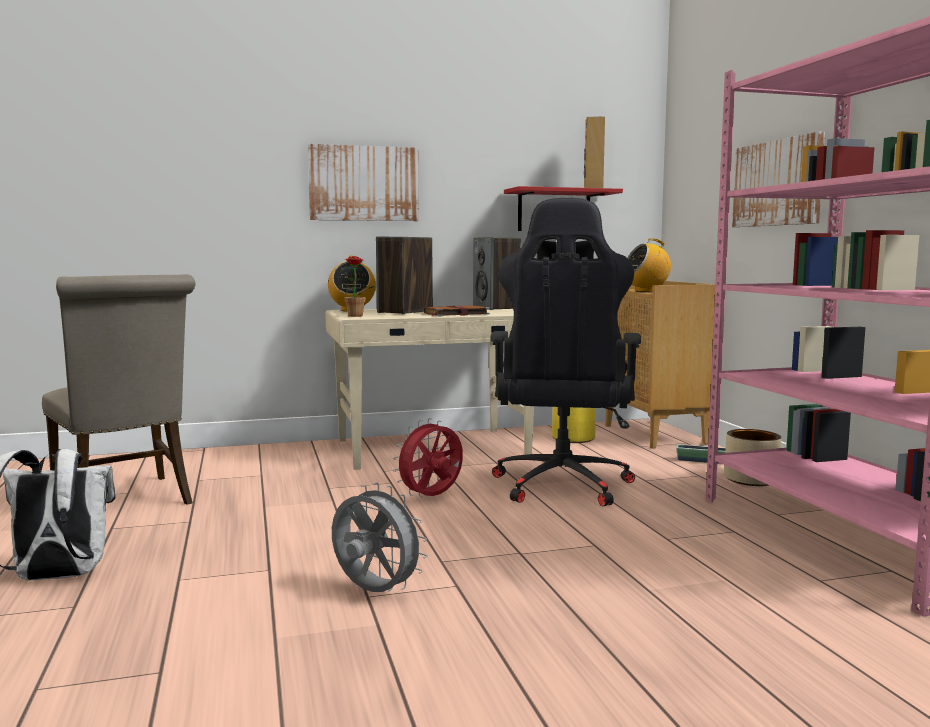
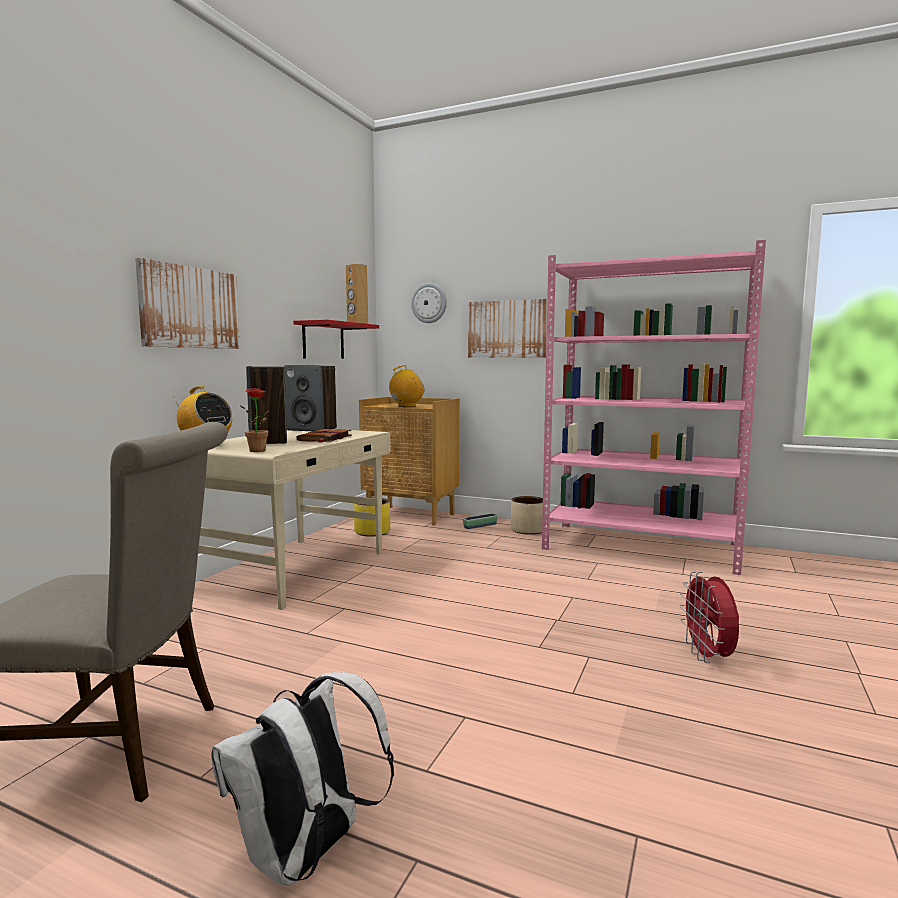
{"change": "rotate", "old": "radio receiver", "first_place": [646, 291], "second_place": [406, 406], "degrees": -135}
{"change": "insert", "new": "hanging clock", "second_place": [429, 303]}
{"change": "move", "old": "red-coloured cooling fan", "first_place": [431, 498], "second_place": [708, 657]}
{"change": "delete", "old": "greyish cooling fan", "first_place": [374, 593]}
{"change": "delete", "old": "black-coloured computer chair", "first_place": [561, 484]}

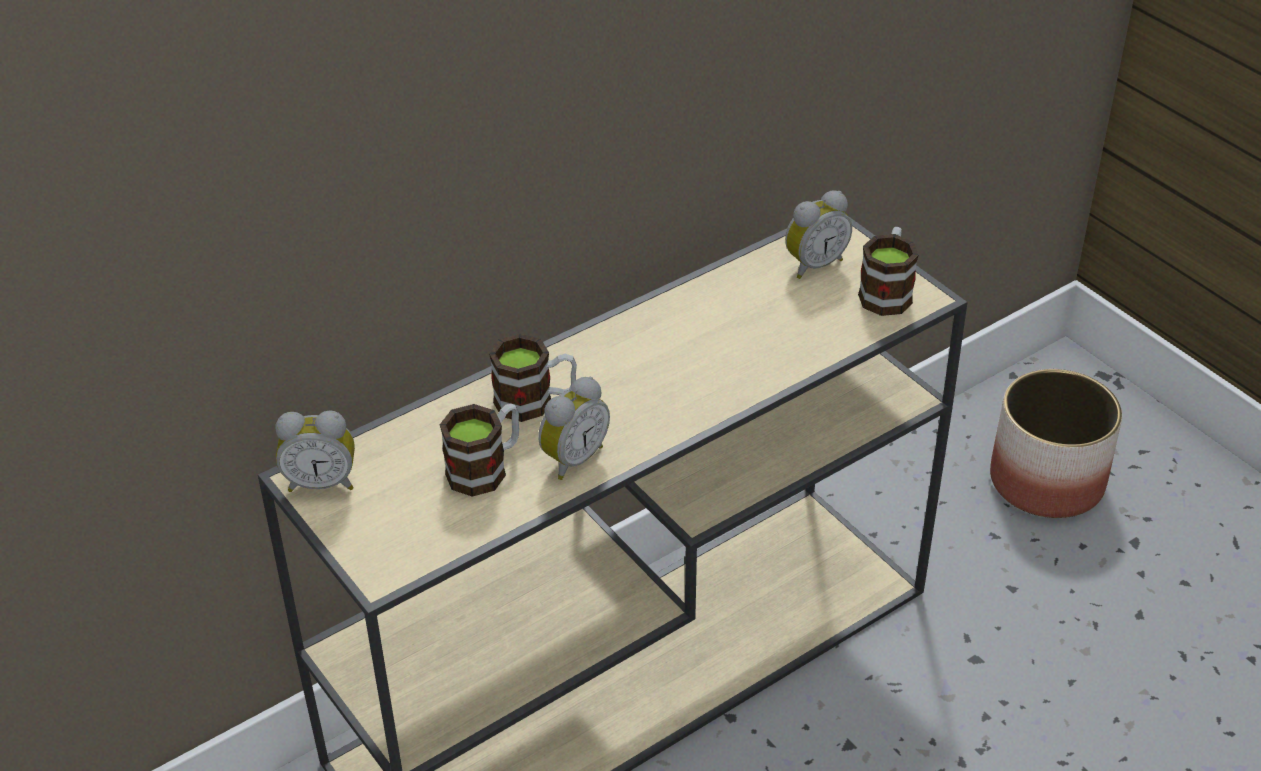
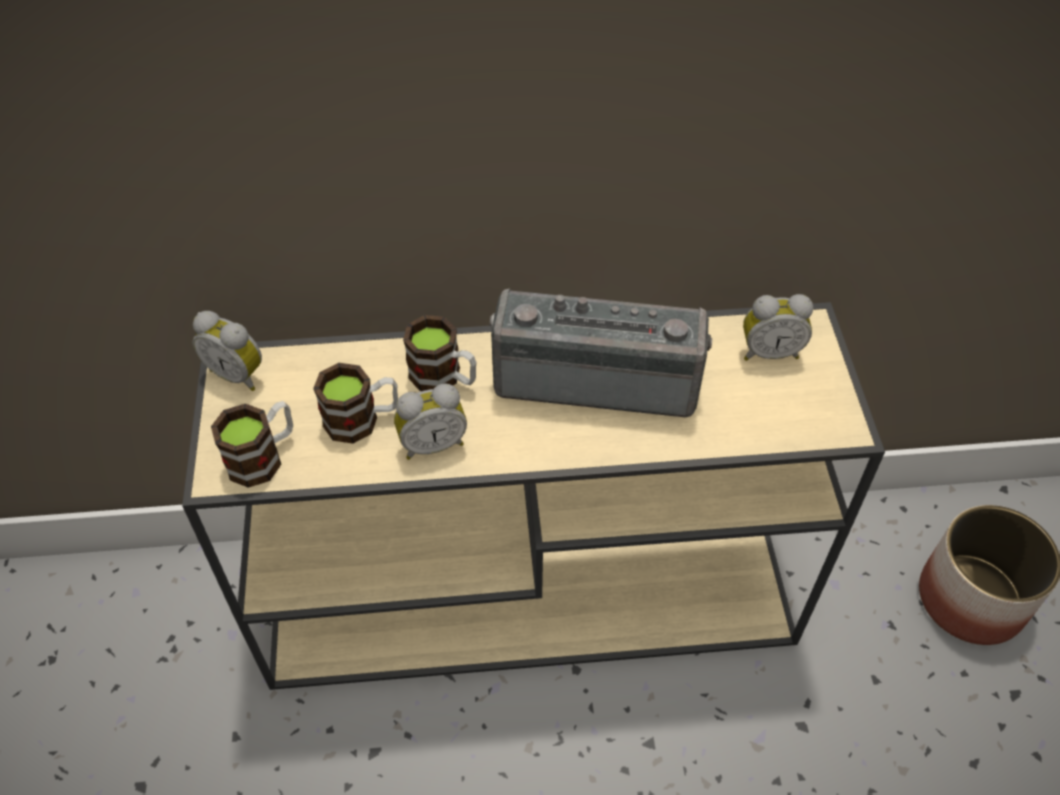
{"change": "move", "old": "tea mug", "first_place": [887, 291], "second_place": [263, 456]}
{"change": "insert", "new": "radio receiver", "second_place": [597, 377]}

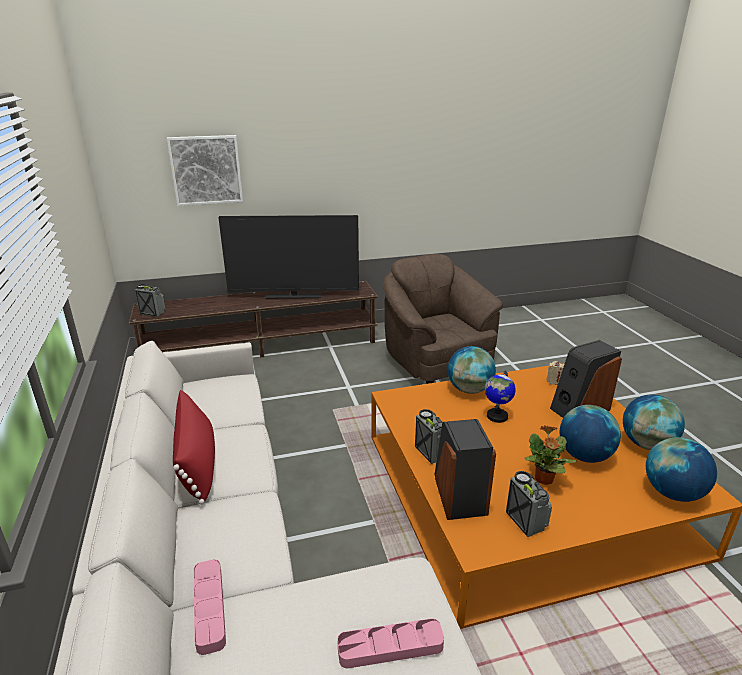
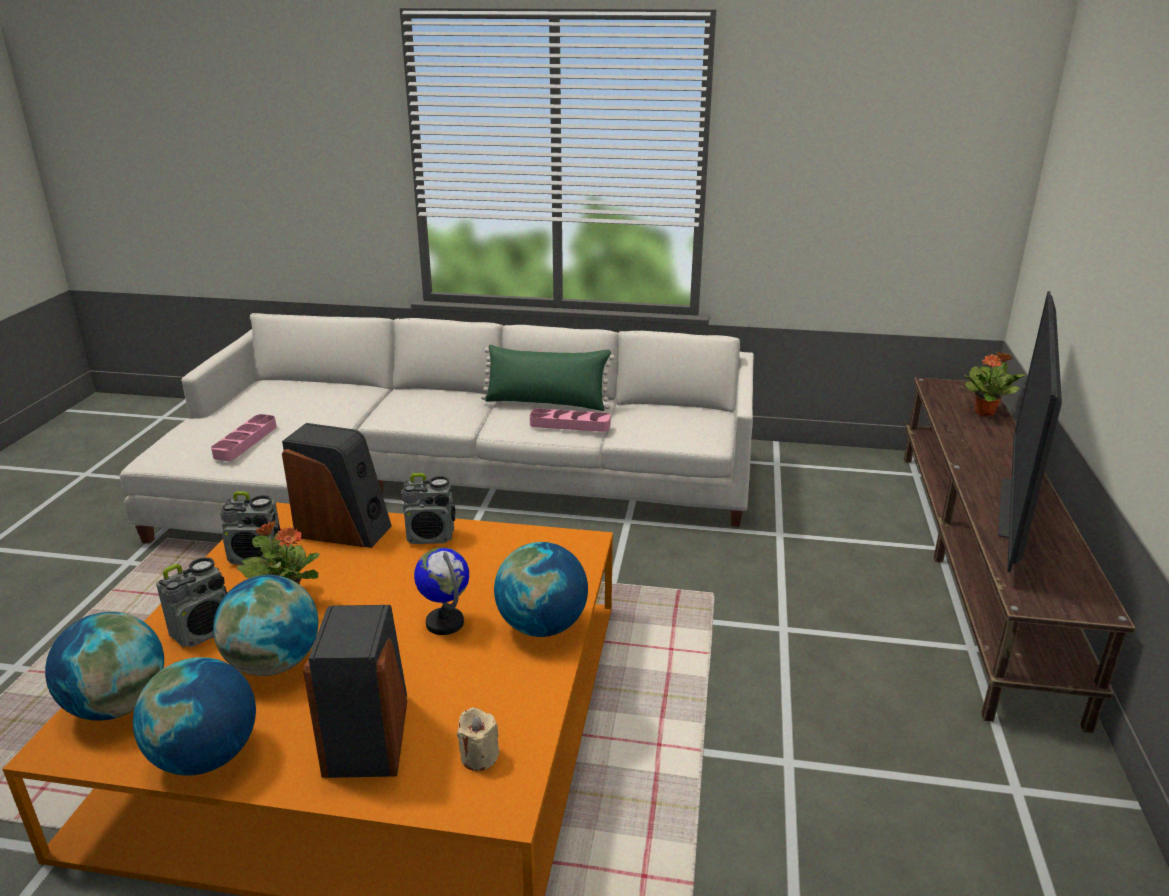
{"change": "move", "old": "radio receiver", "first_place": [152, 312], "second_place": [203, 631]}
{"change": "recolor", "old": "red-coloured pillow", "new": "green pillow", "first_place": [198, 463], "second_place": [546, 403]}
{"change": "move", "old": "pink-coloured serving tray", "first_place": [209, 608], "second_place": [570, 424]}
{"change": "insert", "new": "plant in a pot", "second_place": [985, 412]}
{"change": "delete", "old": "wall art", "first_place": [206, 170]}
{"change": "delete", "old": "brown easy chair", "first_place": [436, 361]}

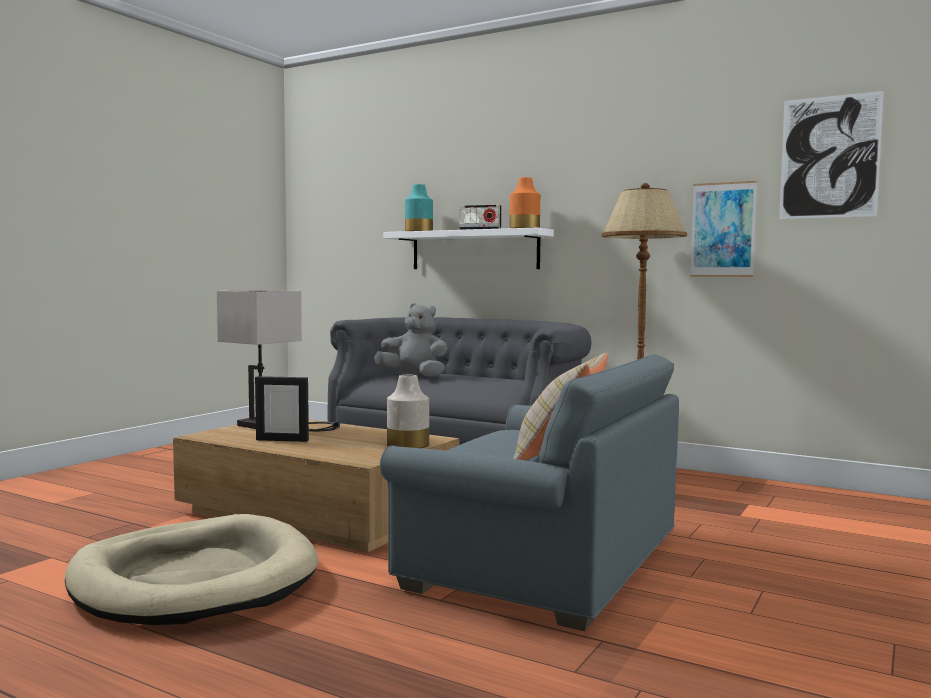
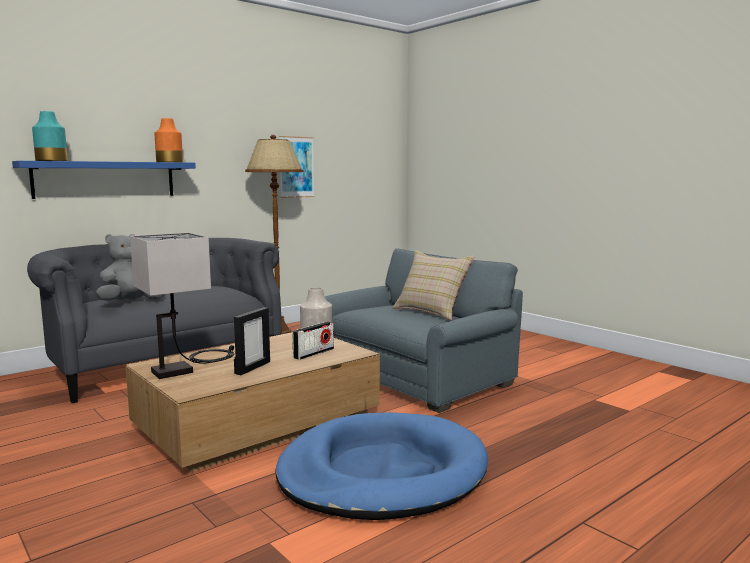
{"change": "recolor", "old": "white bracket shelf", "new": "bluish bracket shelf", "first_place": [474, 250], "second_place": [105, 179]}
{"change": "recolor", "old": "beige dog cushion", "new": "bluish dog cushion", "first_place": [194, 579], "second_place": [382, 472]}
{"change": "move", "old": "radio receiver", "first_place": [480, 229], "second_place": [314, 353]}
{"change": "delete", "old": "wall art", "first_place": [829, 157]}

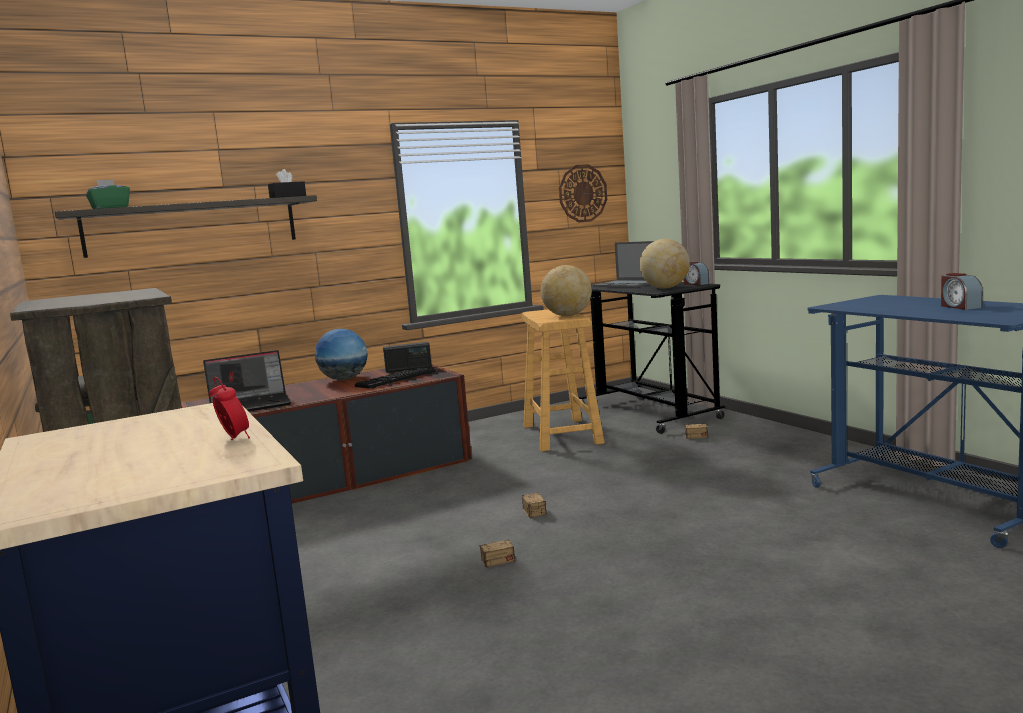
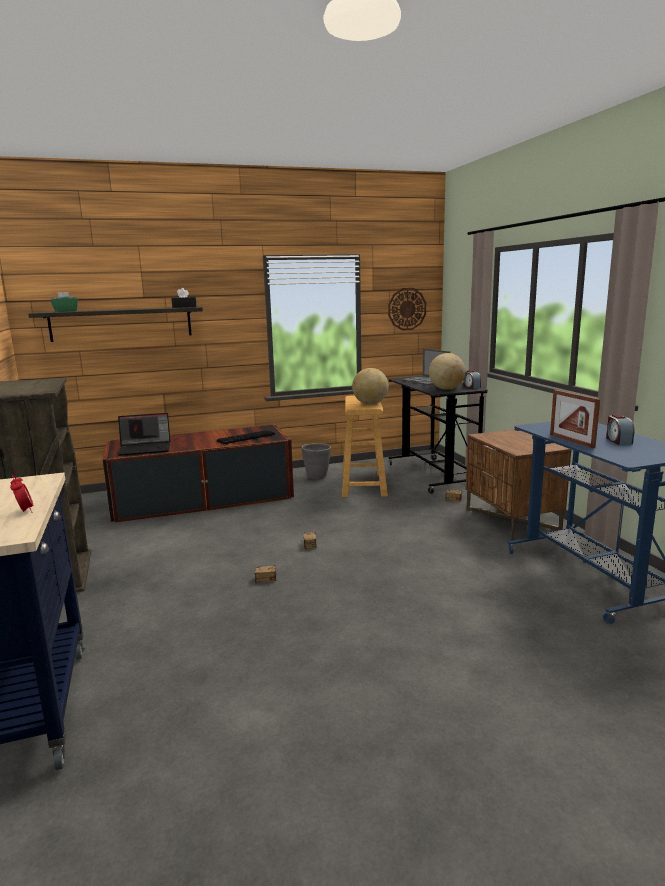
{"change": "insert", "new": "greyish flower pot", "second_place": [317, 477]}
{"change": "insert", "new": "brown nightstand", "second_place": [512, 521]}
{"change": "insert", "new": "picture frame", "second_place": [571, 441]}
{"change": "delete", "old": "desk globe", "first_place": [344, 379]}
{"change": "delete", "old": "radio receiver", "first_place": [408, 369]}

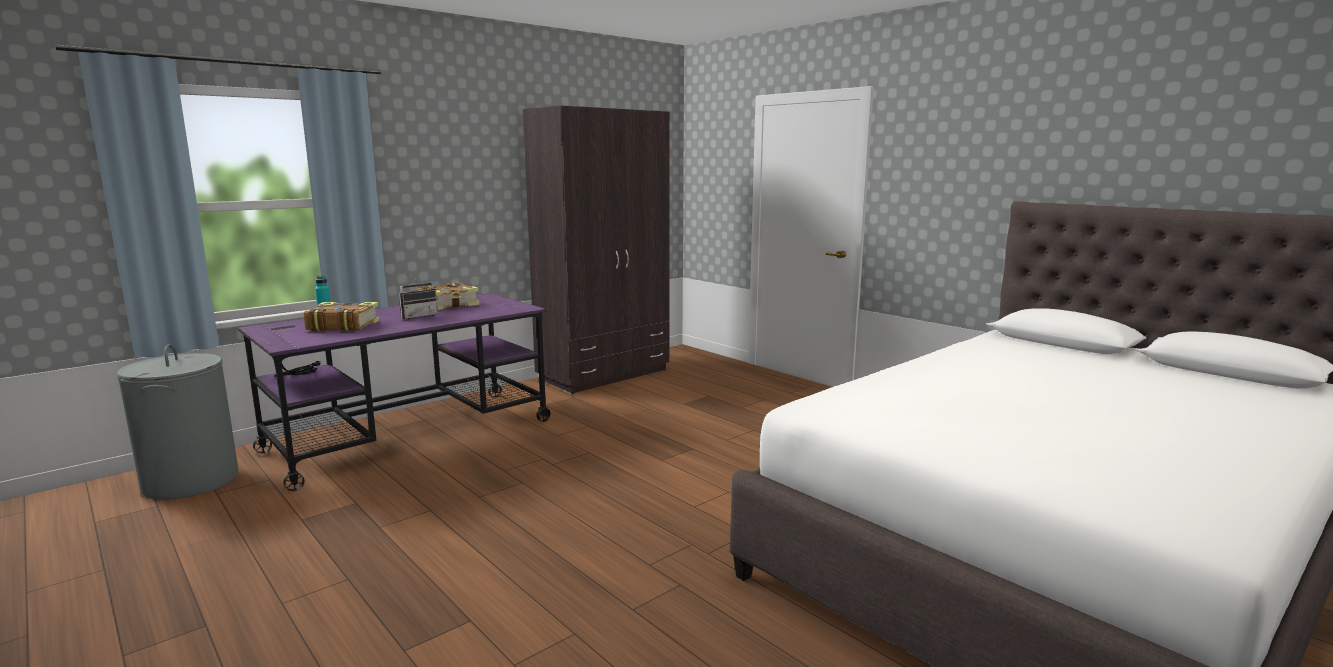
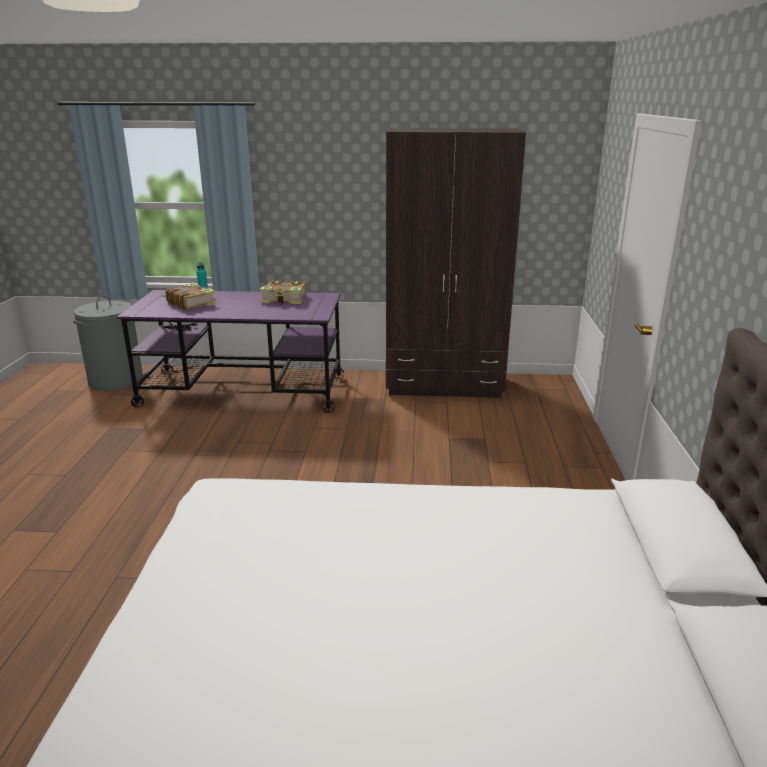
{"change": "delete", "old": "radio receiver", "first_place": [418, 316]}

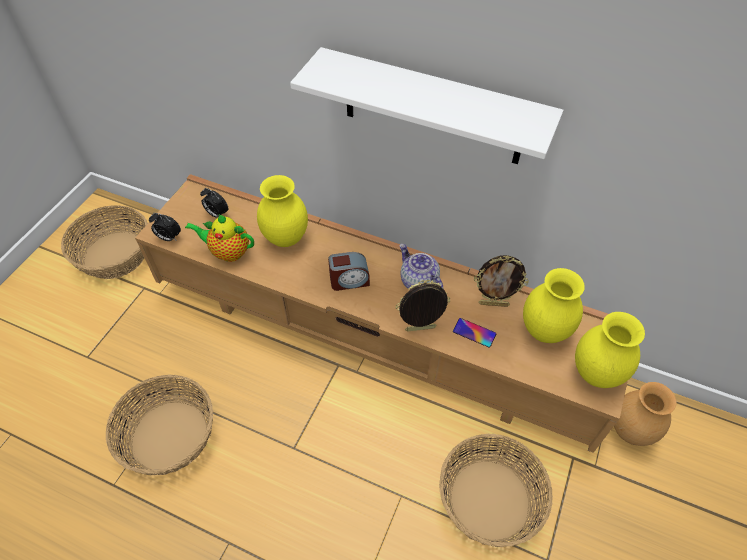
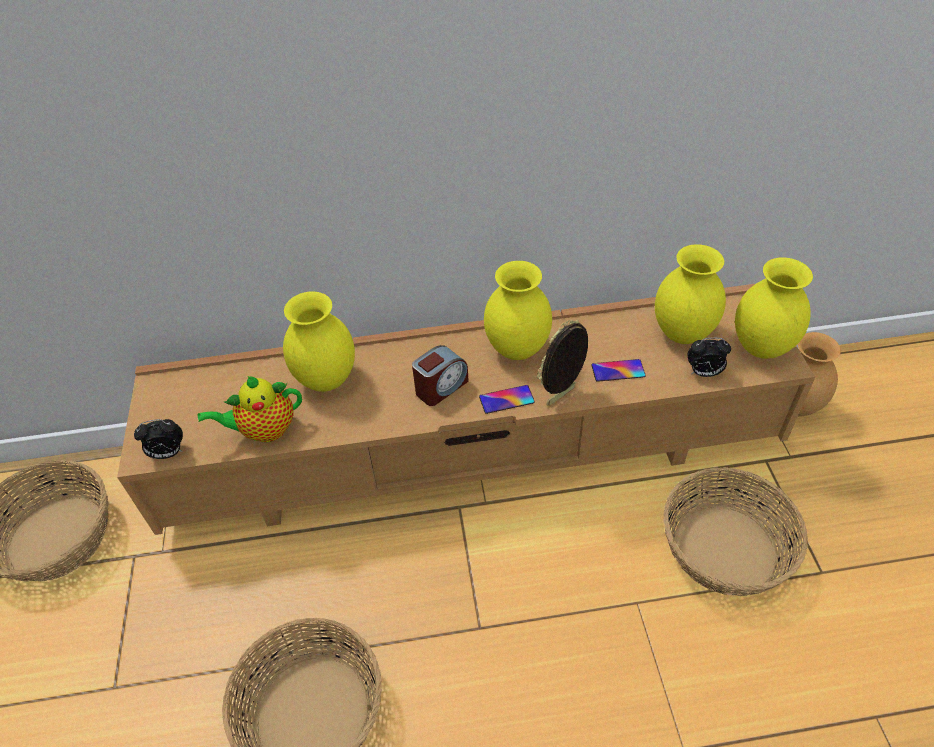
{"change": "insert", "new": "telephone", "second_place": [506, 399]}
{"change": "replace", "old": "pot for tea", "new": "yellowish decorative vase", "first_place": [418, 281], "second_place": [518, 350]}
{"change": "move", "old": "bedside clock", "first_place": [217, 214], "second_place": [703, 373]}
{"change": "delete", "old": "white bracket shelf", "first_place": [432, 108]}
{"change": "delete", "old": "picture frame", "first_place": [493, 303]}

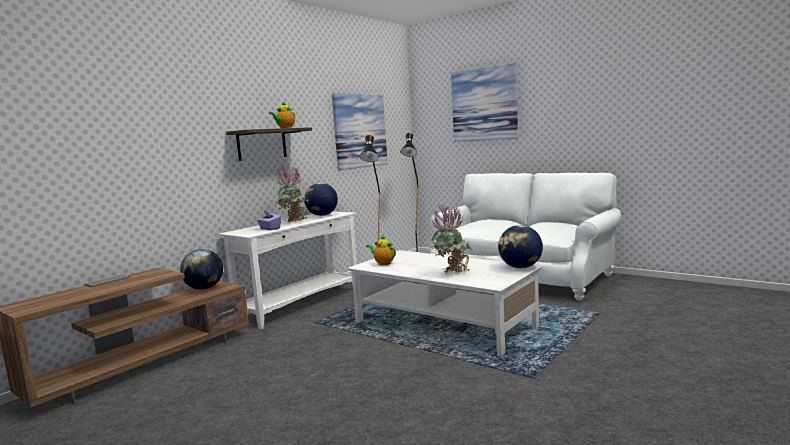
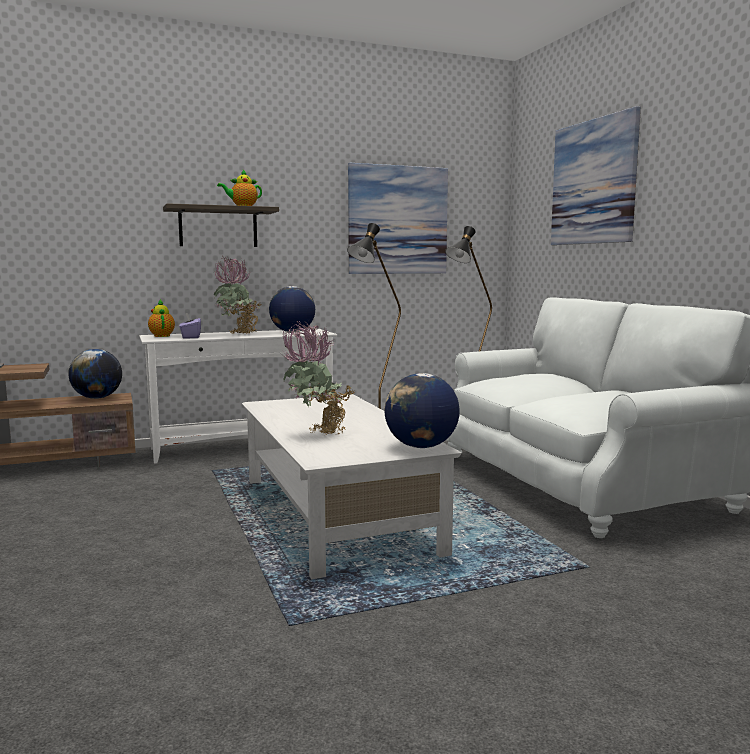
{"change": "move", "old": "pot for tea", "first_place": [383, 263], "second_place": [162, 336]}

